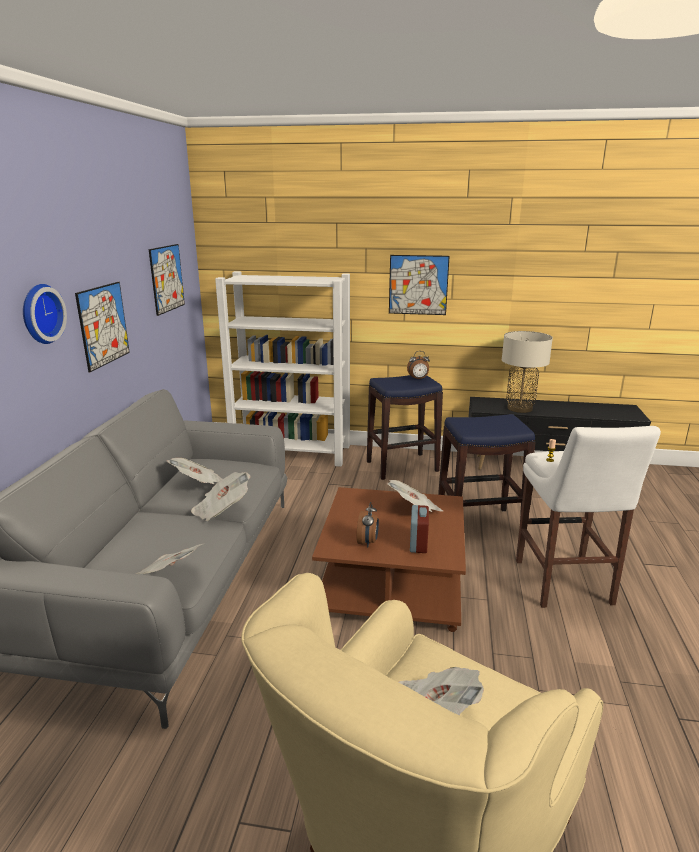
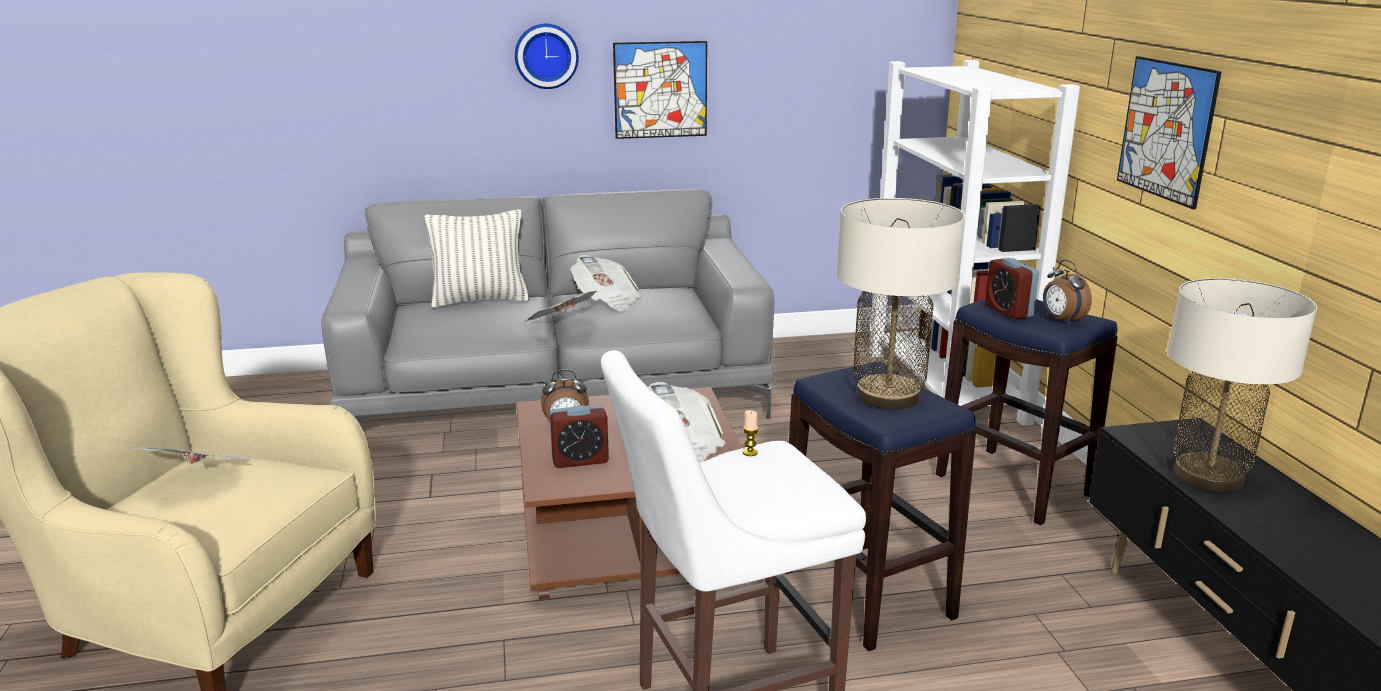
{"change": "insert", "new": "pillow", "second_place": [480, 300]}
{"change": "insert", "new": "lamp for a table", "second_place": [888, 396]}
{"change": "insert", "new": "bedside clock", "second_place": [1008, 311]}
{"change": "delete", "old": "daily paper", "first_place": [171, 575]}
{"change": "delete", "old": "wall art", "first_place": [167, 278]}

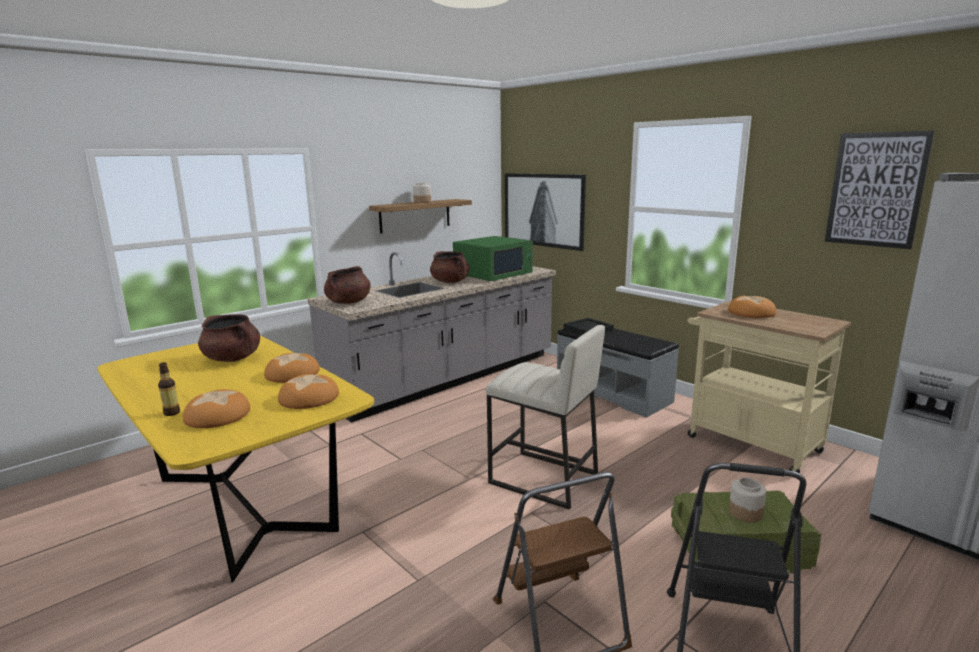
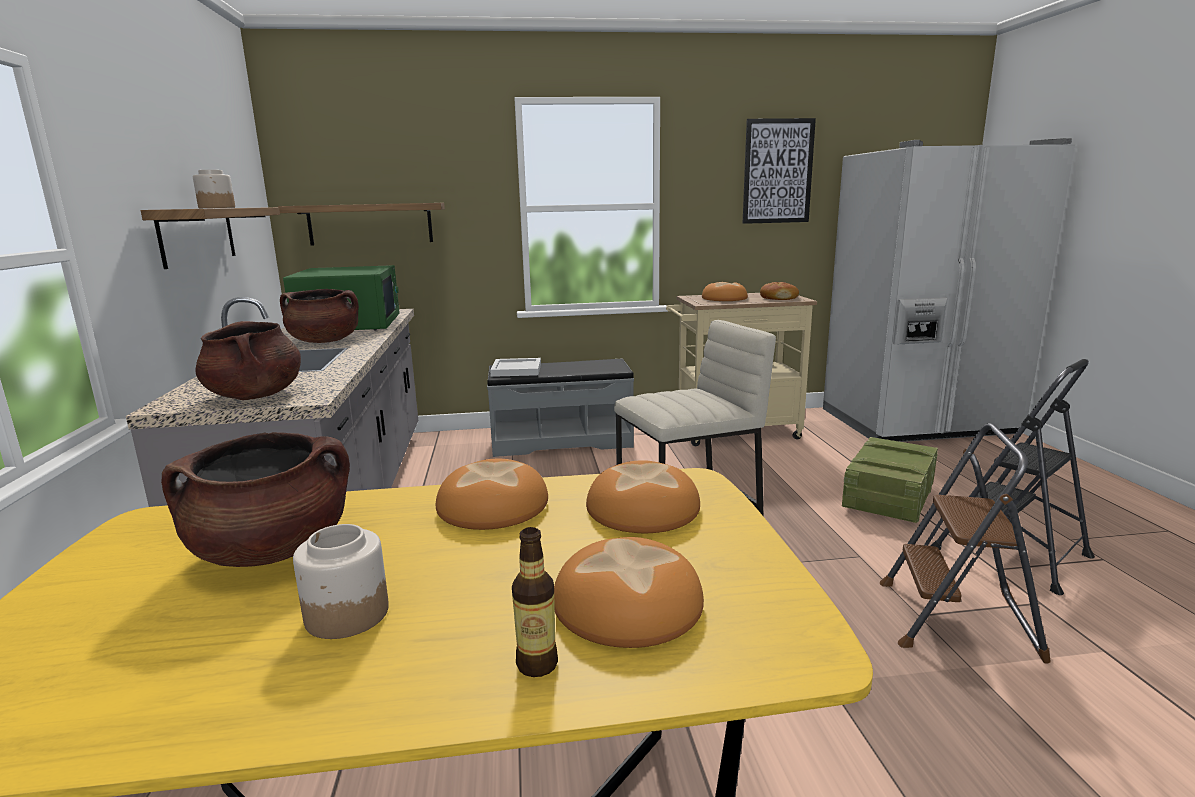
{"change": "replace", "old": "wall art", "new": "bracket shelf", "first_place": [544, 210], "second_place": [370, 224]}
{"change": "move", "old": "storage jar", "first_place": [745, 512], "second_place": [346, 614]}
{"change": "recolor", "old": "black-coloured serving tray", "new": "white serving tray", "first_place": [589, 329], "second_place": [517, 369]}
{"change": "insert", "new": "bread", "second_place": [778, 298]}

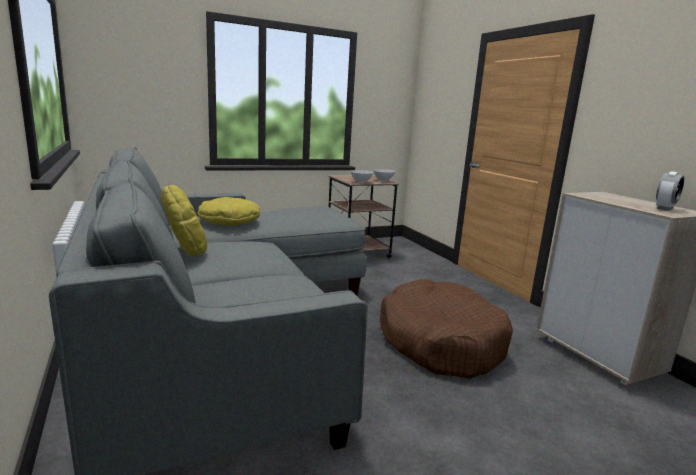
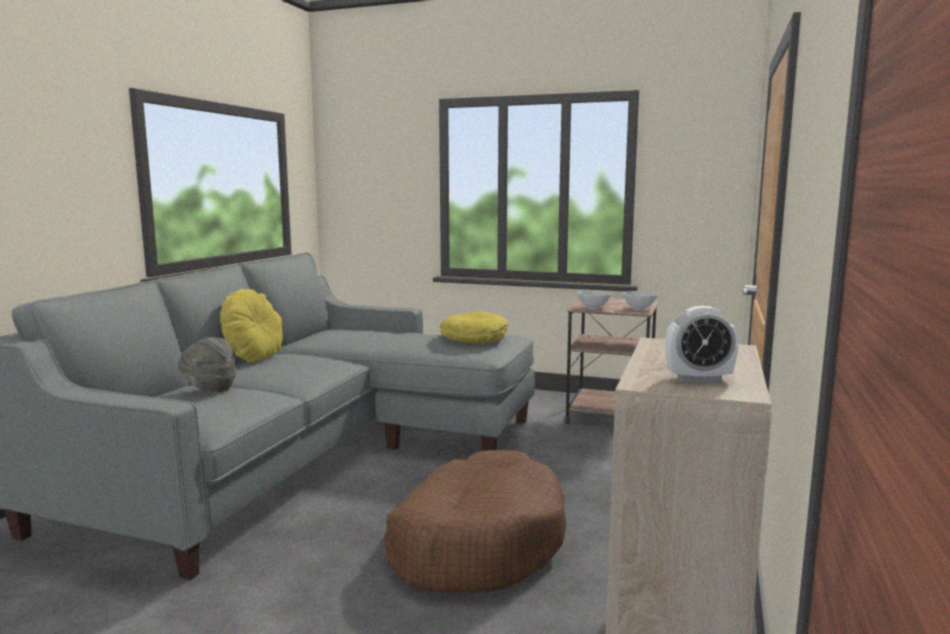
{"change": "insert", "new": "greyish hat", "second_place": [209, 389]}
{"change": "move", "old": "yellowish pillow", "first_place": [228, 221], "second_place": [473, 339]}

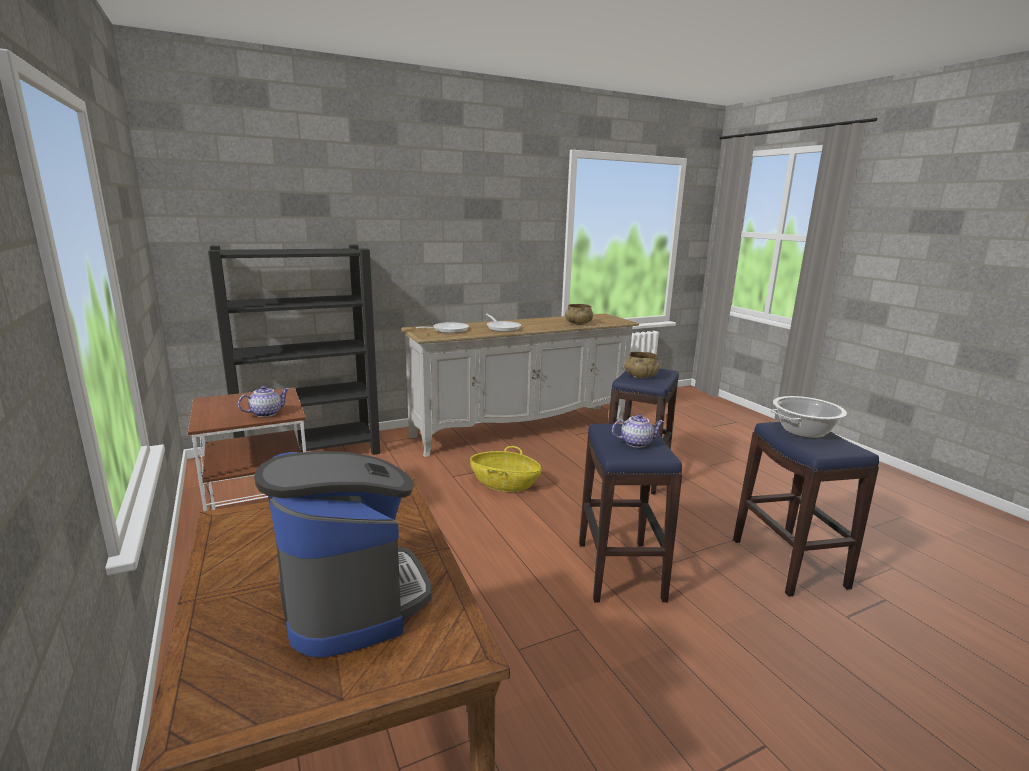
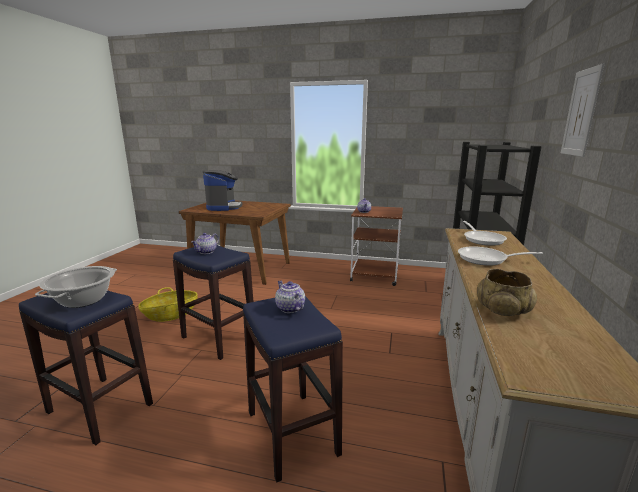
{"change": "move", "old": "household basket", "first_place": [505, 484], "second_place": [171, 315]}
{"change": "rotate", "old": "coffee brewer", "first_place": [351, 599], "second_place": [224, 207], "degrees": -105}
{"change": "replace", "old": "beige serving bowl", "new": "pot for tea", "first_place": [640, 376], "second_place": [289, 308]}
{"change": "insert", "new": "wall art", "second_place": [581, 113]}

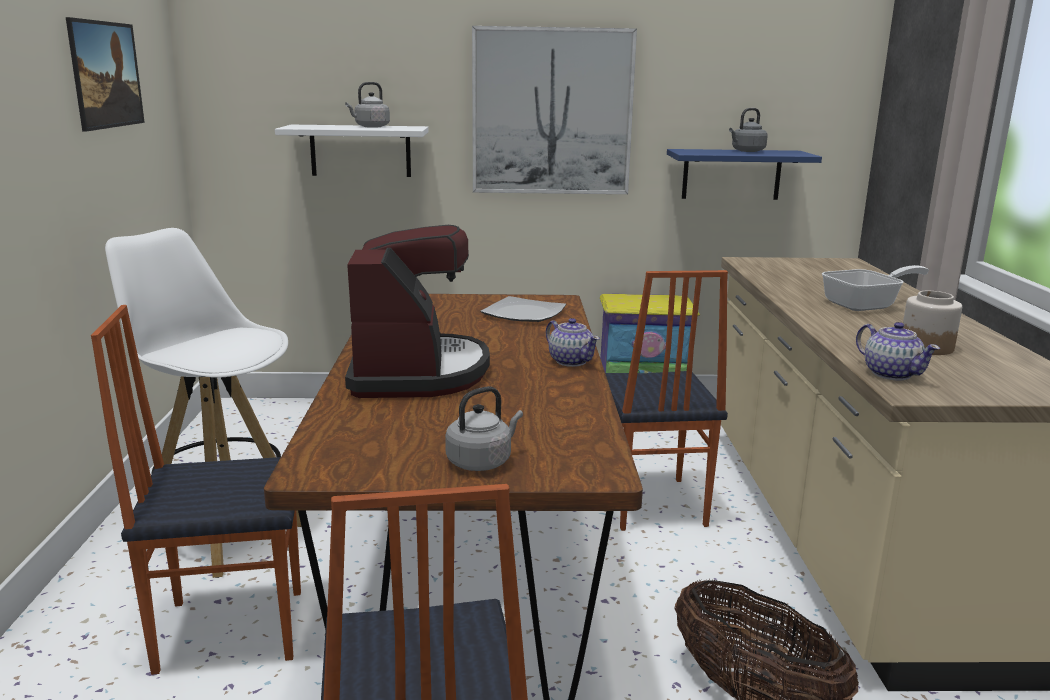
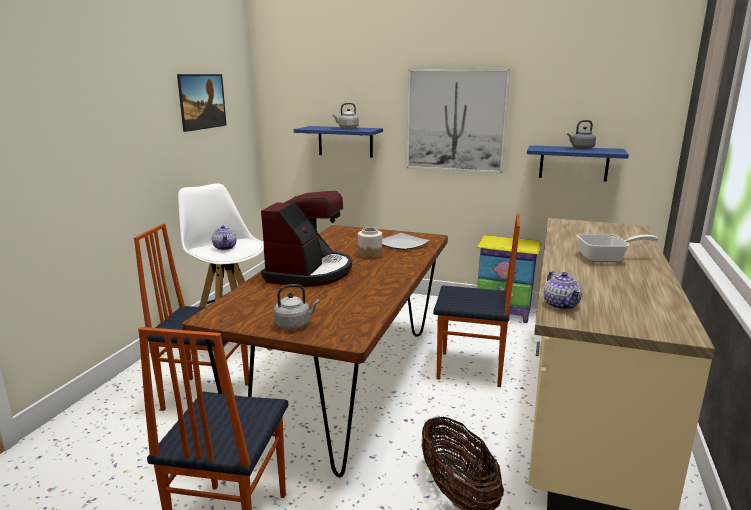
{"change": "move", "old": "pot for tea", "first_place": [571, 361], "second_place": [225, 247]}
{"change": "recolor", "old": "white bracket shelf", "new": "bluish bracket shelf", "first_place": [360, 151], "second_place": [345, 141]}
{"change": "move", "old": "storage jar", "first_place": [926, 347], "second_place": [370, 255]}
{"change": "rotate", "old": "upright chair", "first_place": [650, 504], "second_place": [471, 370], "degrees": -90}

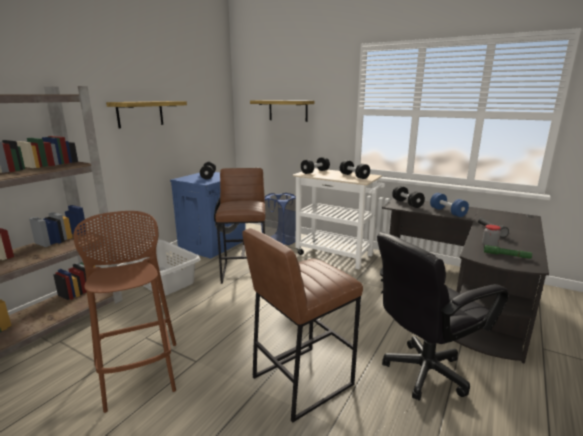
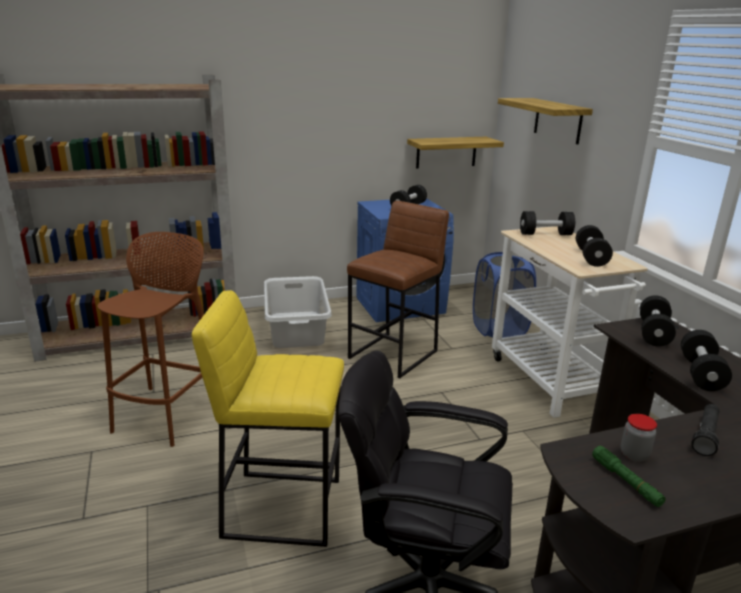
{"change": "recolor", "old": "brown sitting stool", "new": "yellowish sitting stool", "first_place": [301, 381], "second_place": [280, 507]}
{"change": "move", "old": "bracket shelf", "first_place": [140, 114], "second_place": [446, 152]}
{"change": "recolor", "old": "bluish dumbbell", "new": "black-coloured dumbbell", "first_place": [447, 212], "second_place": [700, 373]}

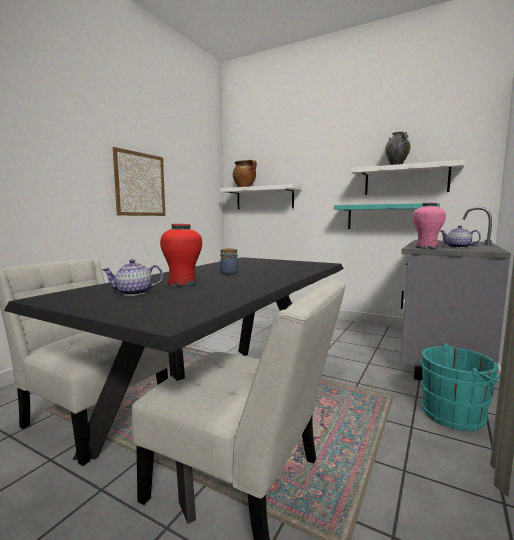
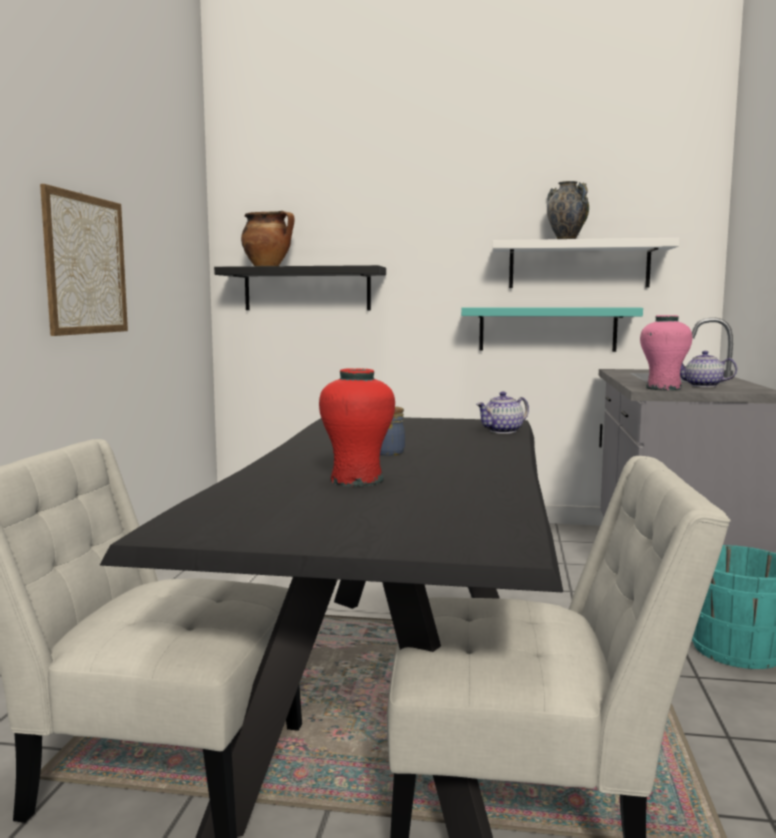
{"change": "recolor", "old": "white bracket shelf", "new": "black-coloured bracket shelf", "first_place": [264, 198], "second_place": [307, 289]}
{"change": "move", "old": "pot for tea", "first_place": [133, 293], "second_place": [503, 431]}

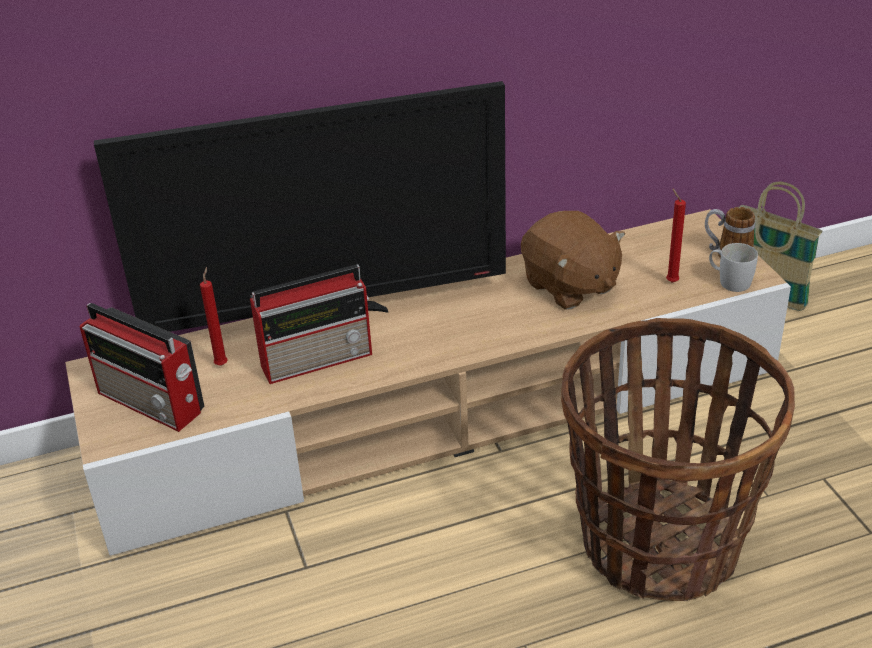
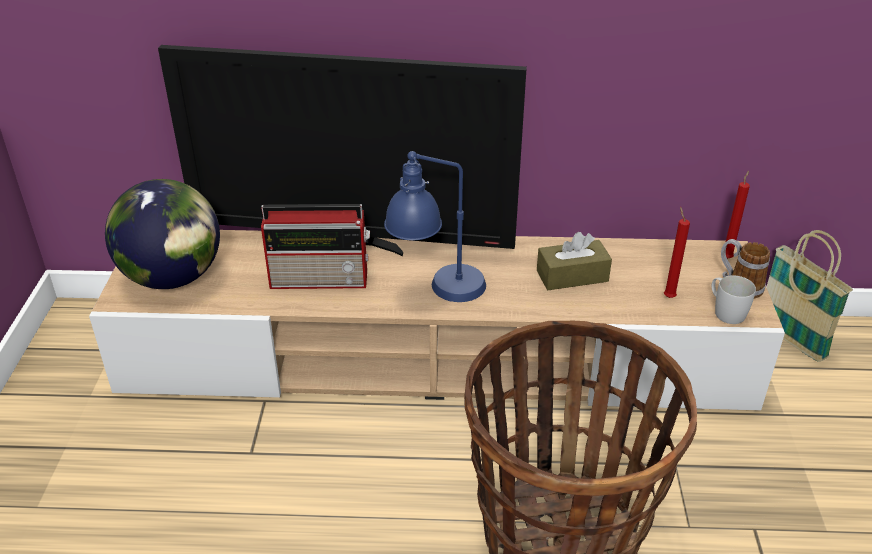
{"change": "replace", "old": "radio receiver", "new": "desk globe", "first_place": [152, 403], "second_place": [173, 278]}
{"change": "insert", "new": "bluish lamp for a table", "second_place": [436, 291]}
{"change": "replace", "old": "brown plush toy", "new": "brown box of tissues", "first_place": [570, 286], "second_place": [572, 276]}
{"change": "move", "old": "red-coloured wax candle", "first_place": [222, 364], "second_place": [727, 257]}

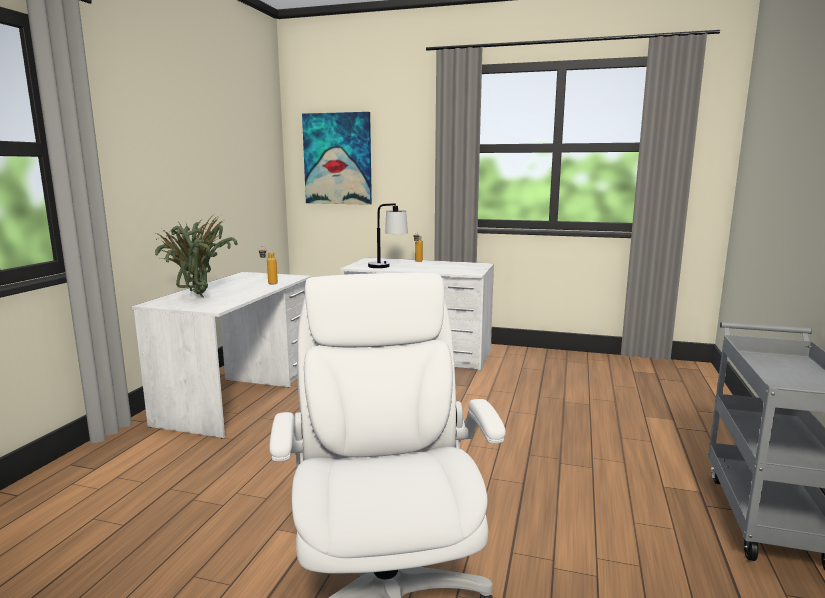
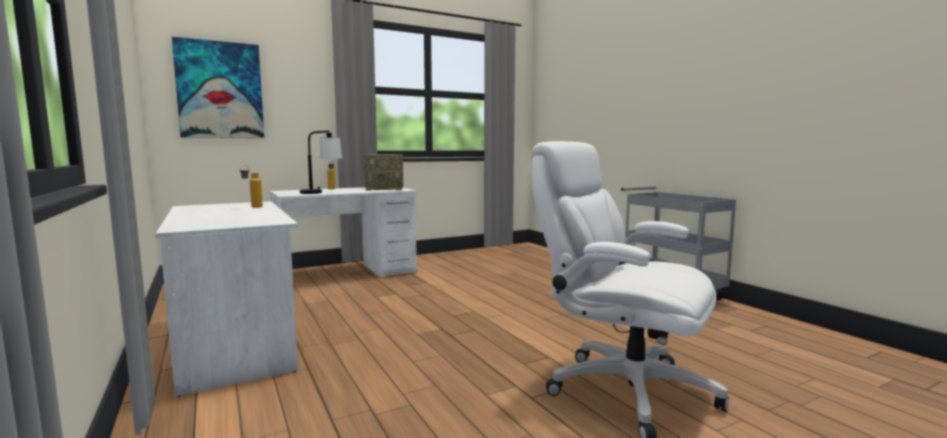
{"change": "insert", "new": "radio receiver", "second_place": [385, 189]}
{"change": "delete", "old": "plant in a pot", "first_place": [197, 298]}

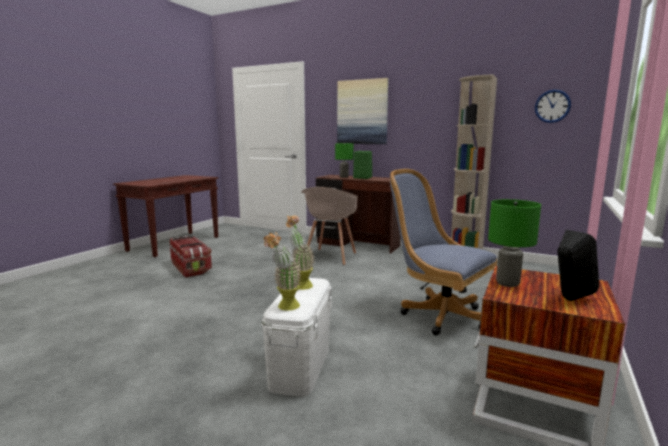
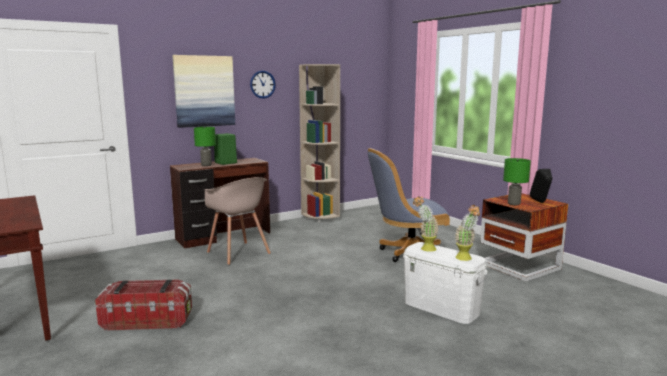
{"change": "move", "old": "hanging clock", "first_place": [552, 106], "second_place": [262, 84]}

